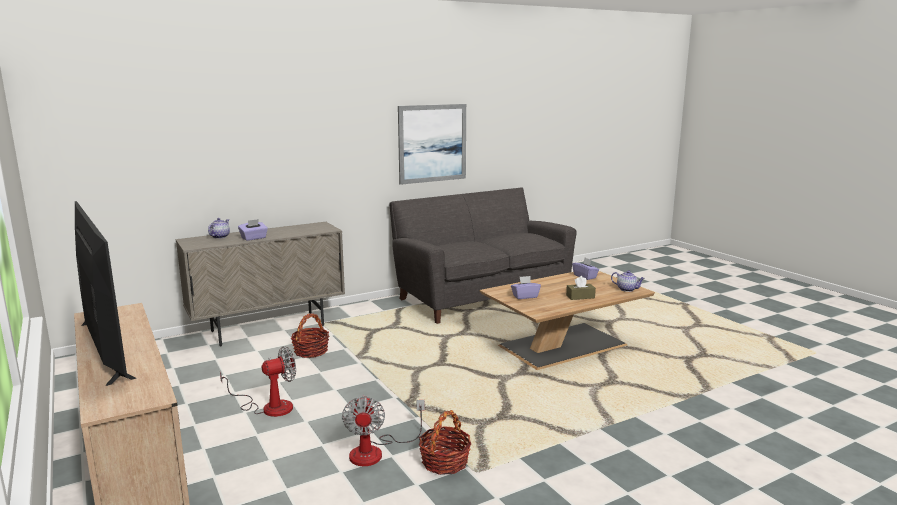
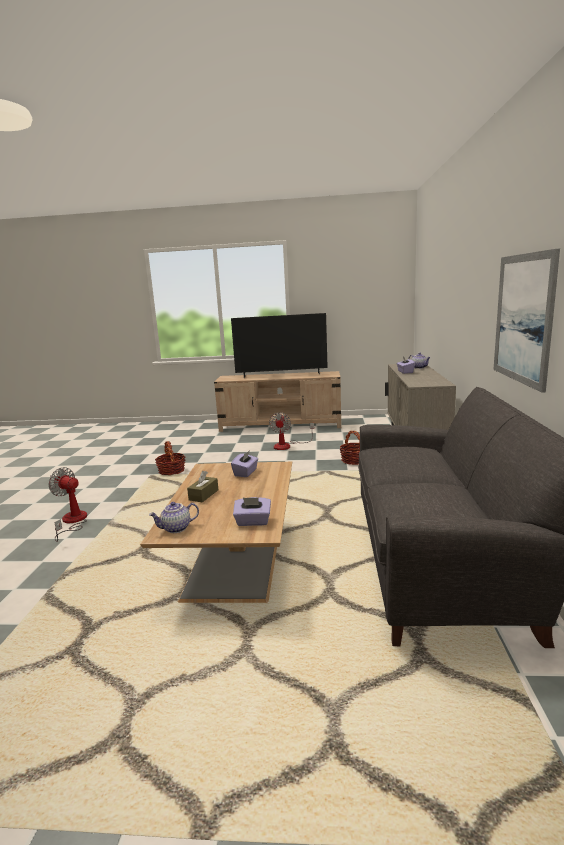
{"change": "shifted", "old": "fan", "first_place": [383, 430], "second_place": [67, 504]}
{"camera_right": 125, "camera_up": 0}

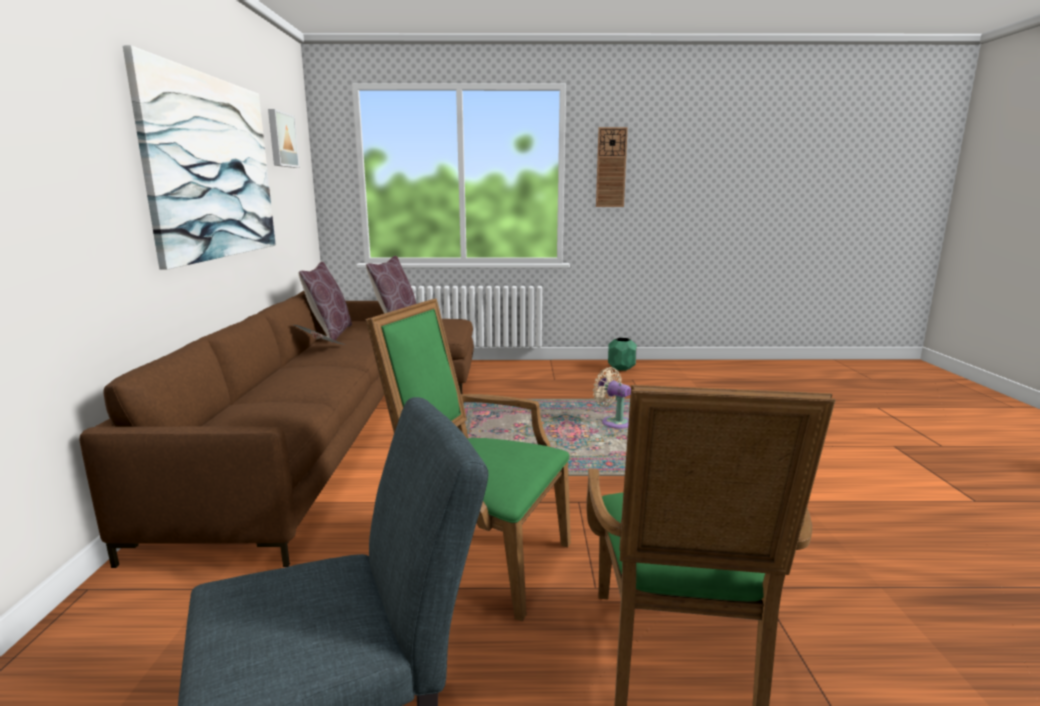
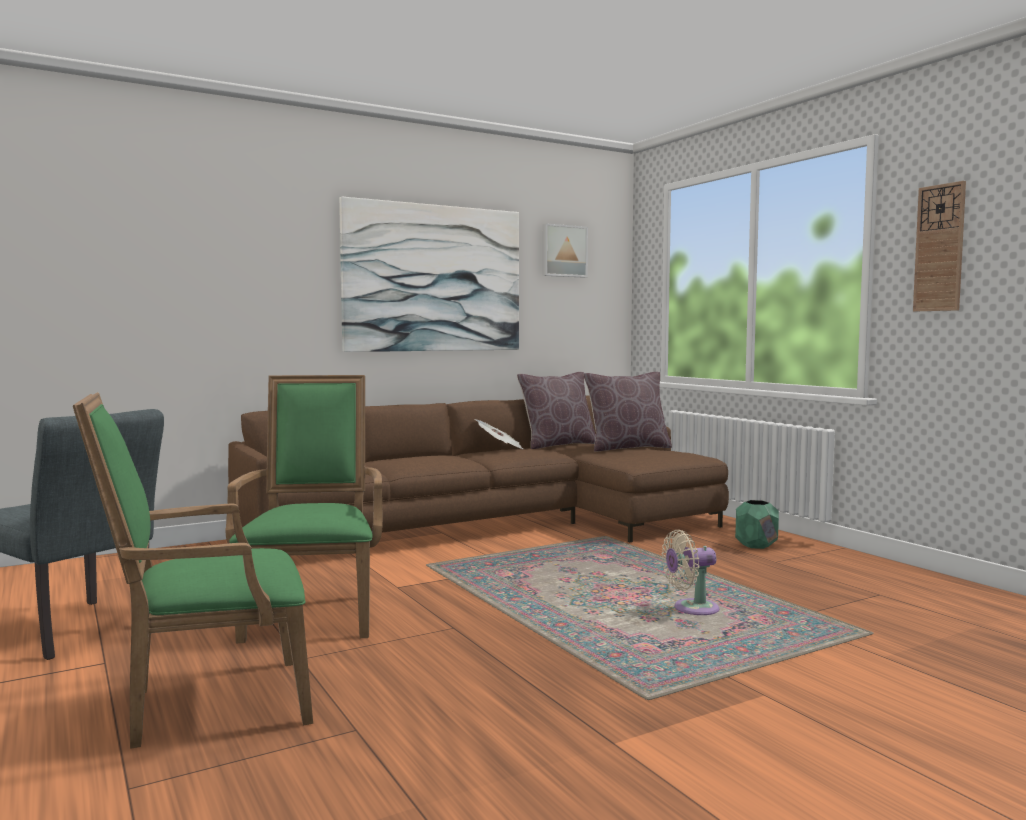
{"change": "shifted", "old": "green planter", "first_place": [622, 354], "second_place": [757, 524]}
{"change": "rotated", "old": "beige fan", "first_place": [612, 398], "second_place": [690, 572], "degrees": -120}
{"camera_right": 60, "camera_up": -10}

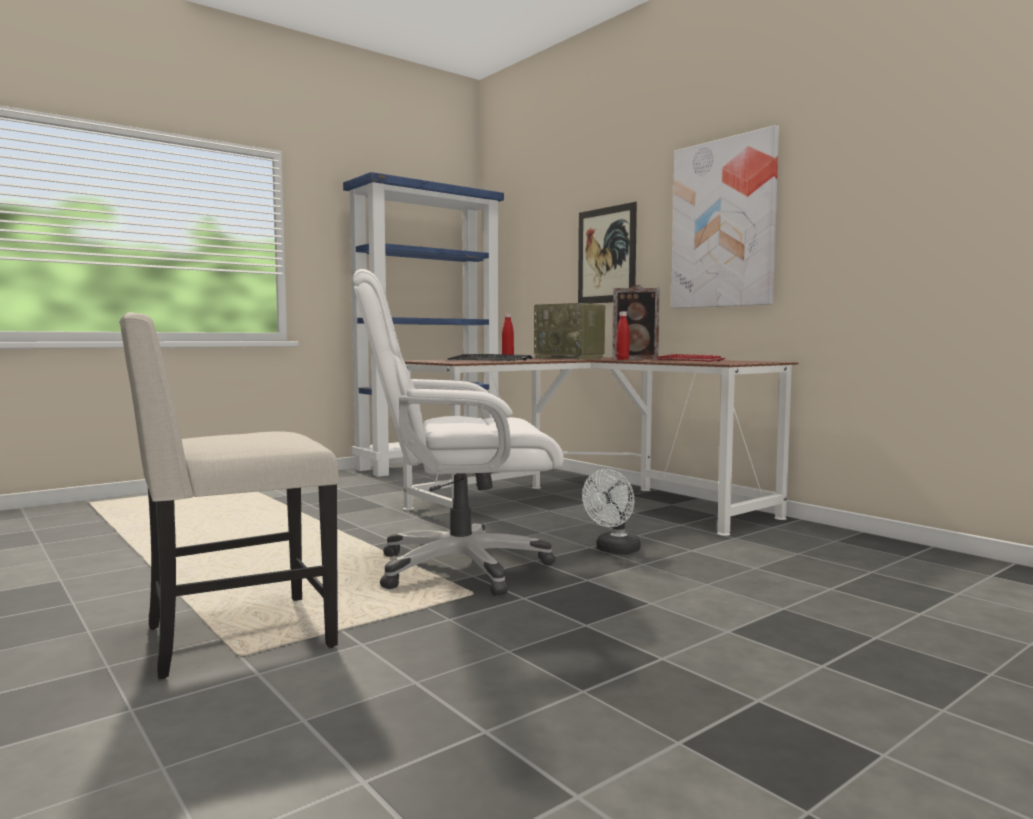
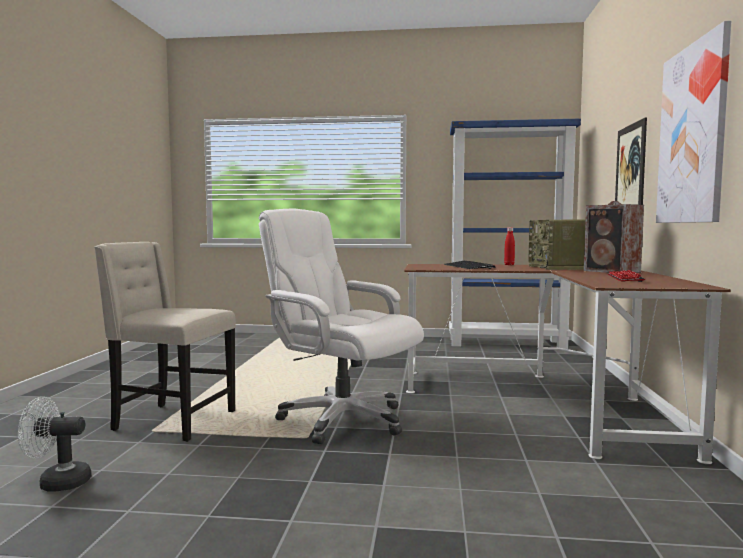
{"change": "gone", "old": "red bottle", "first_place": [622, 335]}
{"change": "shifted", "old": "white fan", "first_place": [611, 511], "second_place": [54, 444]}
{"camera_right": 45, "camera_up": 0}

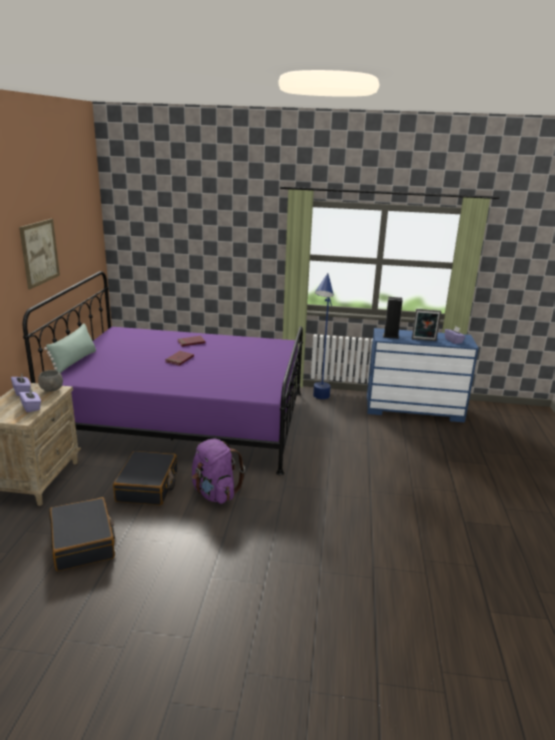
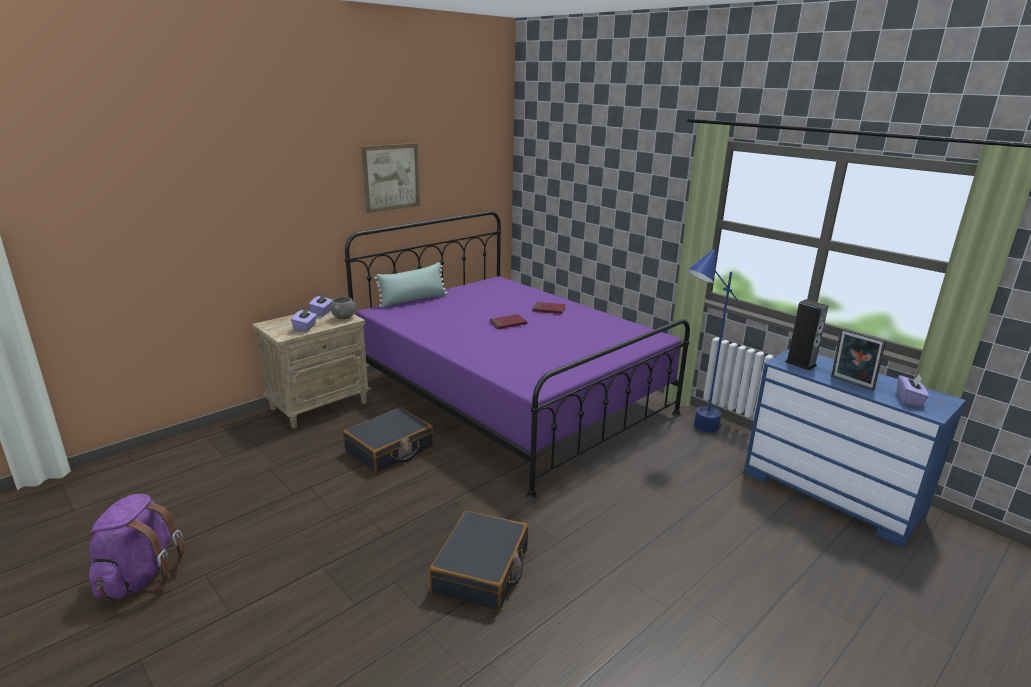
{"change": "shifted", "old": "purple backpack", "first_place": [218, 471], "second_place": [137, 546]}
{"change": "shifted", "old": "black suitcase", "first_place": [82, 534], "second_place": [478, 561]}
{"camera_right": 40, "camera_up": 0}

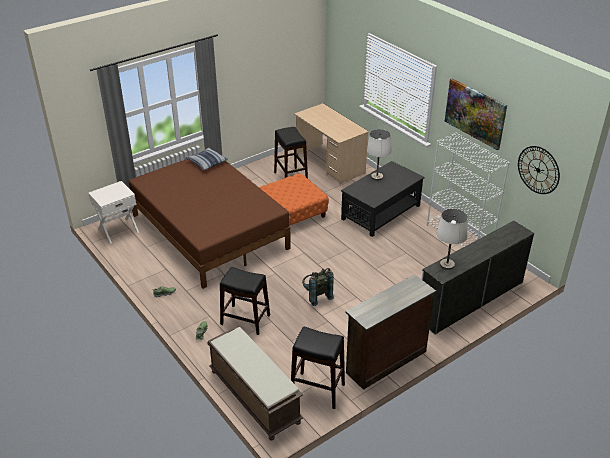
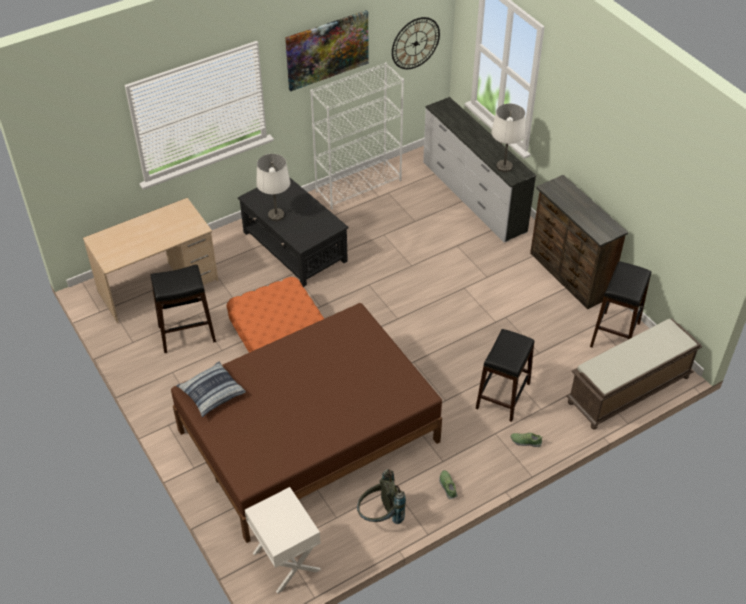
{"change": "shifted", "old": "grey backpack", "first_place": [318, 287], "second_place": [381, 496]}
{"camera_right": -85, "camera_up": 10}

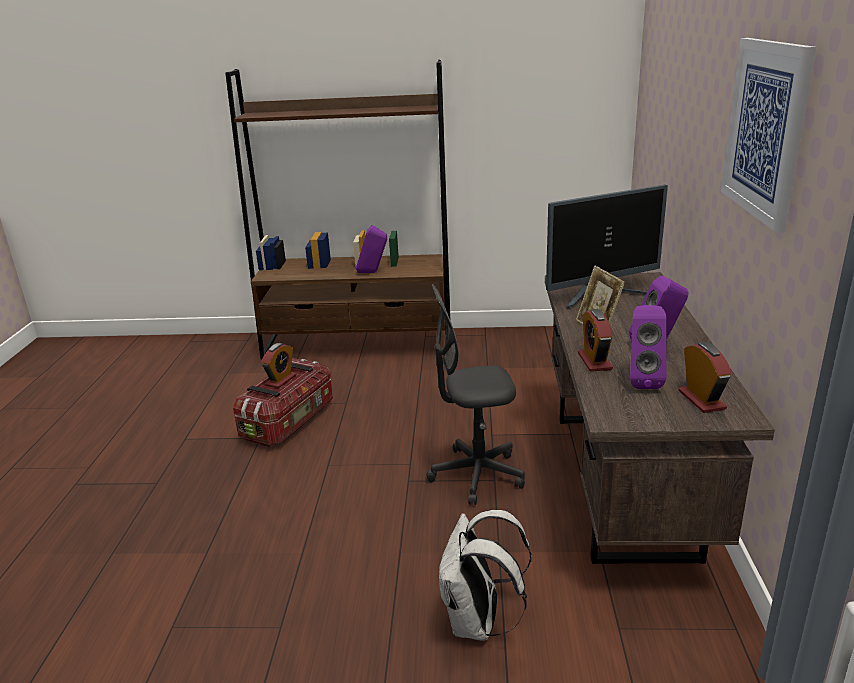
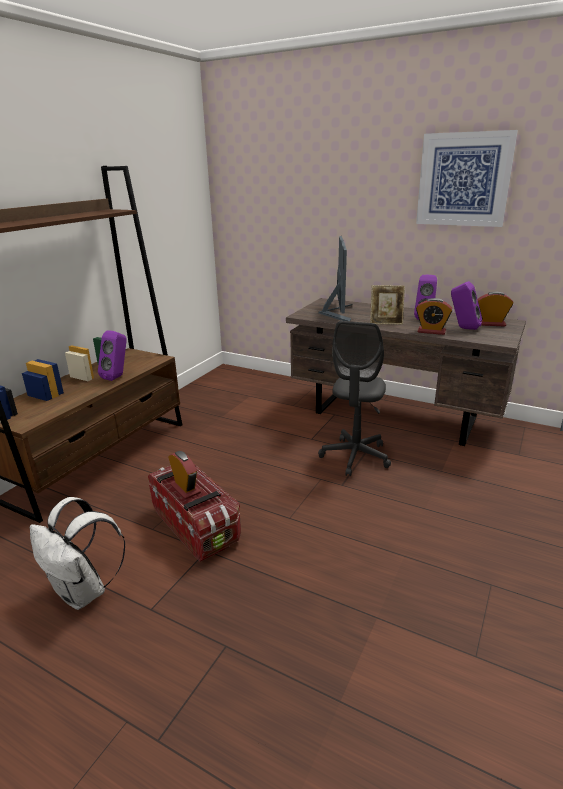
{"change": "shifted", "old": "white backpack", "first_place": [485, 575], "second_place": [78, 553]}
{"camera_right": -65, "camera_up": 0}

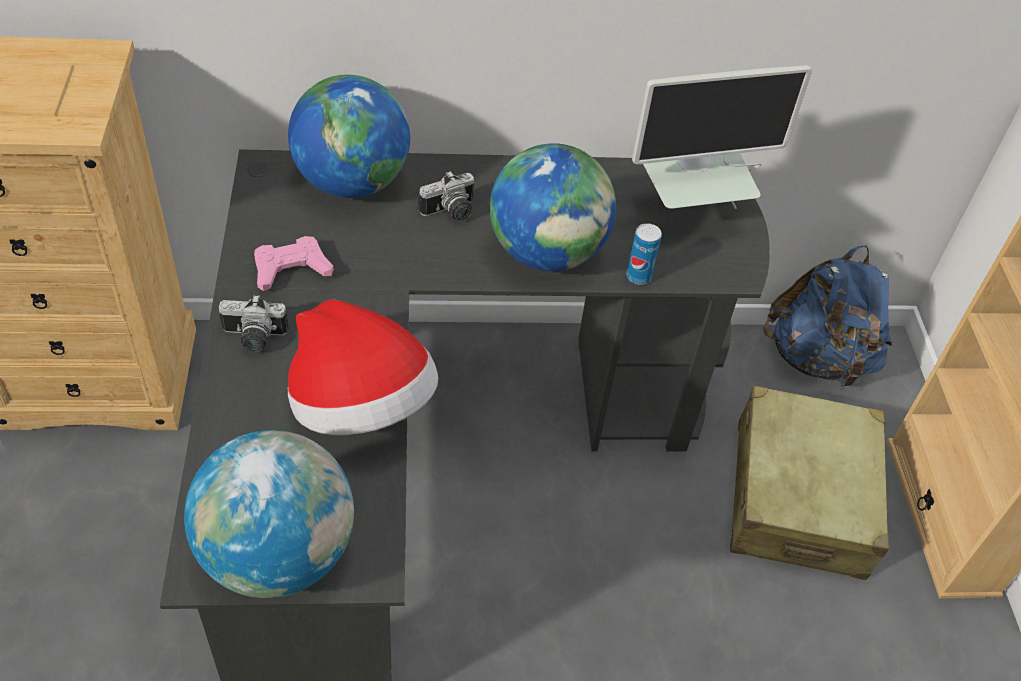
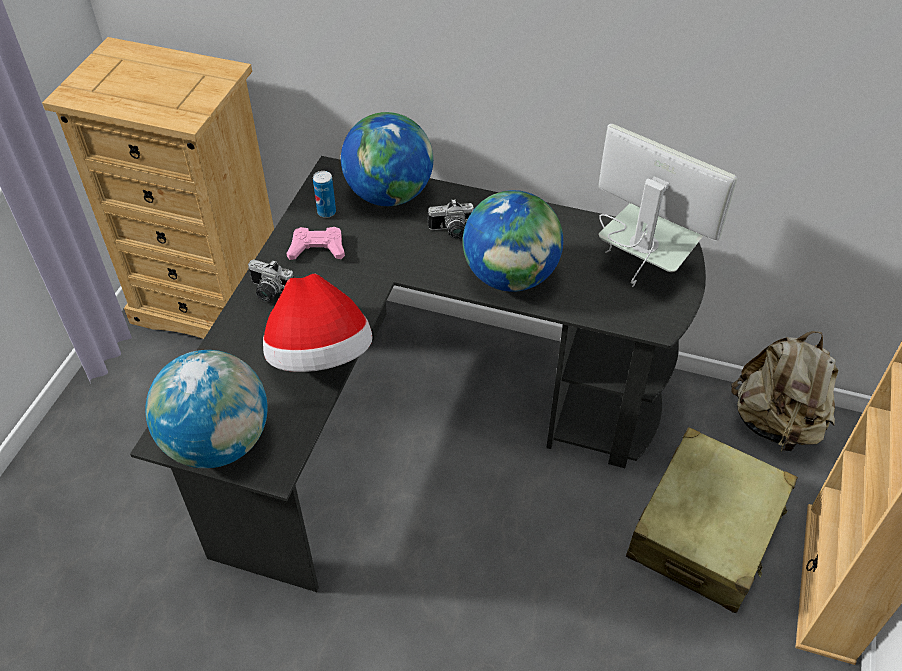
{"change": "rotated", "old": "monitor", "first_place": [722, 137], "second_place": [667, 205], "degrees": -150}
{"change": "shifted", "old": "can", "first_place": [644, 254], "second_place": [324, 194]}
{"change": "repainted", "old": "blue backpack", "new": "beige backpack", "first_place": [827, 317], "second_place": [784, 391]}
{"camera_right": 25, "camera_up": 0}

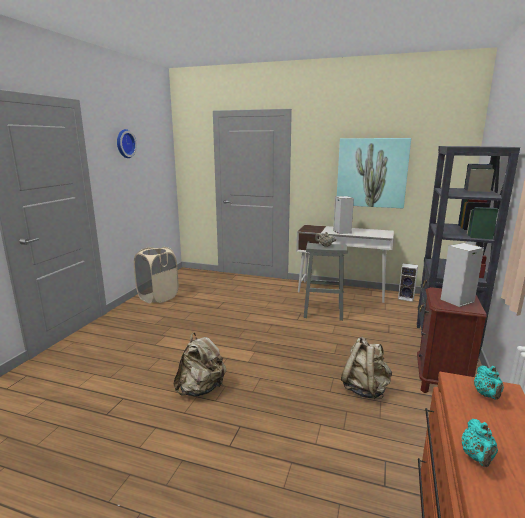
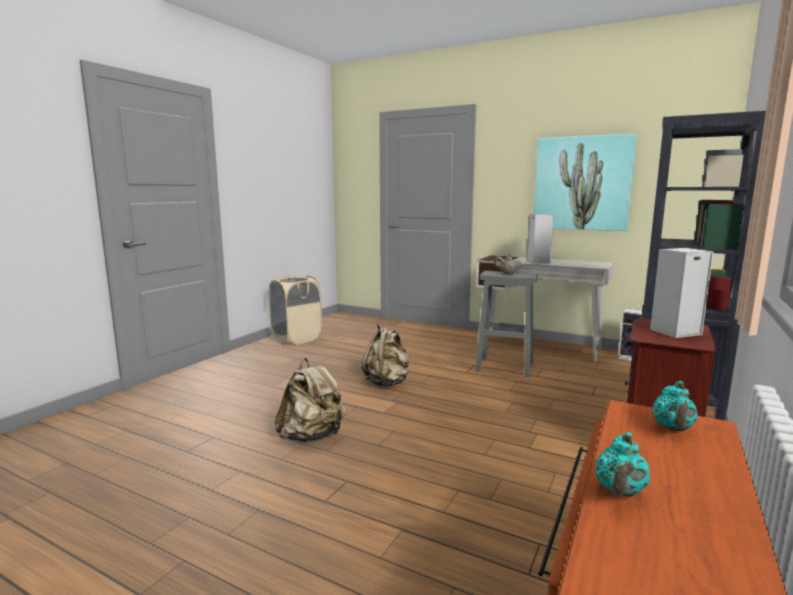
{"change": "gone", "old": "wall clock", "first_place": [127, 143]}
{"change": "shifted", "old": "beige backpack", "first_place": [366, 368], "second_place": [385, 354]}
{"camera_right": 10, "camera_up": -5}

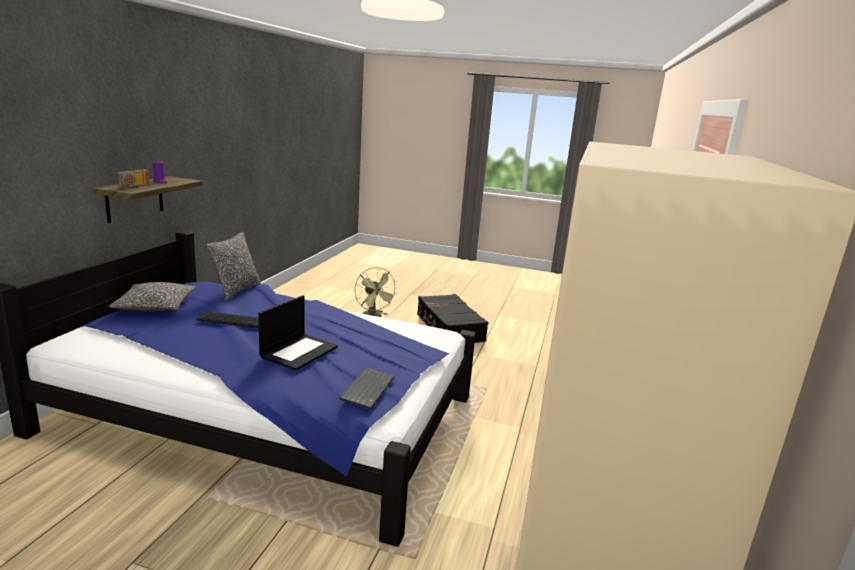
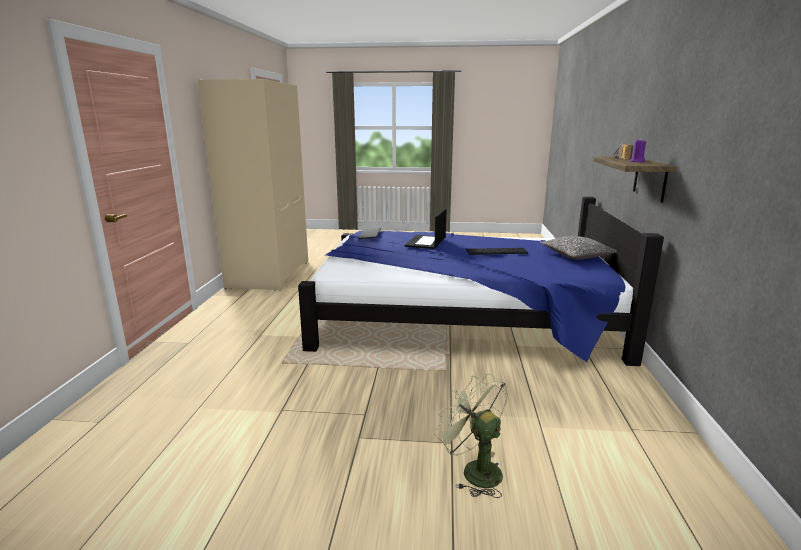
{"change": "gone", "old": "pillow", "first_place": [233, 266]}
{"change": "gone", "old": "black suitcase", "first_place": [453, 318]}
{"camera_right": 170, "camera_up": 0}

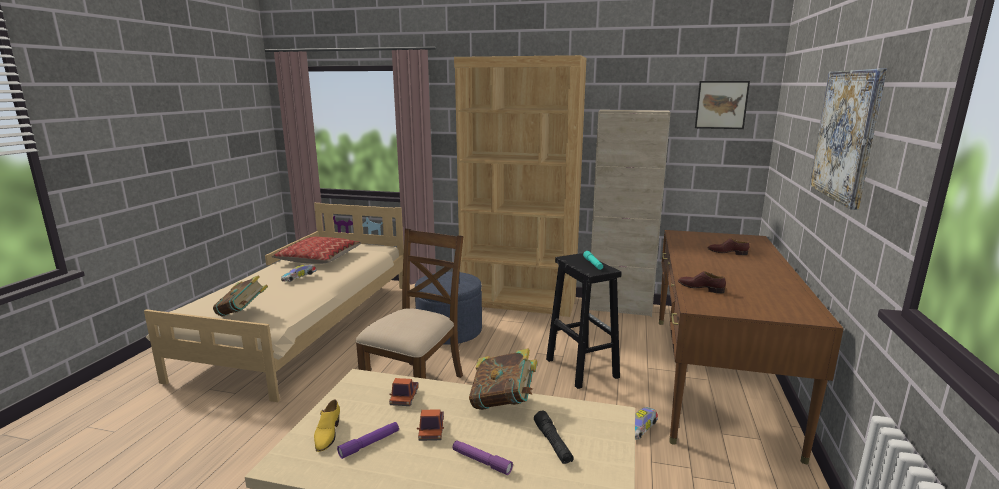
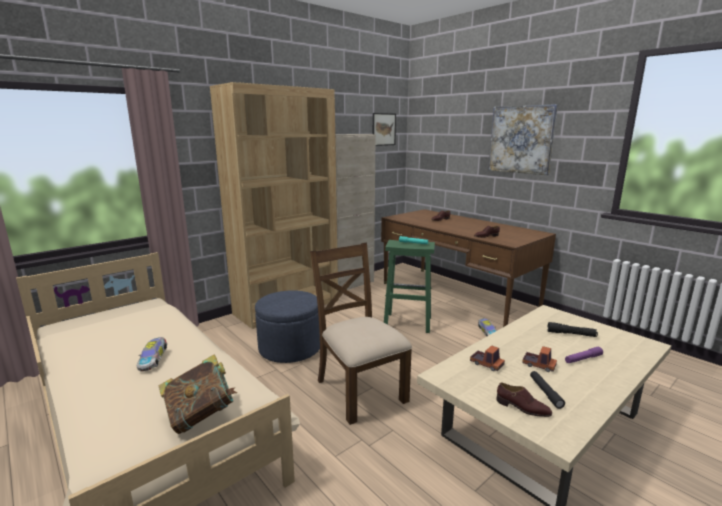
{"change": "gone", "old": "pillow", "first_place": [316, 250]}
{"change": "repainted", "old": "black stool", "new": "green stool", "first_place": [583, 321], "second_place": [409, 286]}
{"change": "gone", "old": "book", "first_place": [503, 379]}
{"change": "repainted", "old": "yellow shoe", "new": "brown shoe", "first_place": [327, 426], "second_place": [524, 399]}
{"change": "repainted", "old": "purple flashlight", "new": "black flashlight", "first_place": [368, 440], "second_place": [547, 390]}
{"camera_right": -55, "camera_up": 0}

